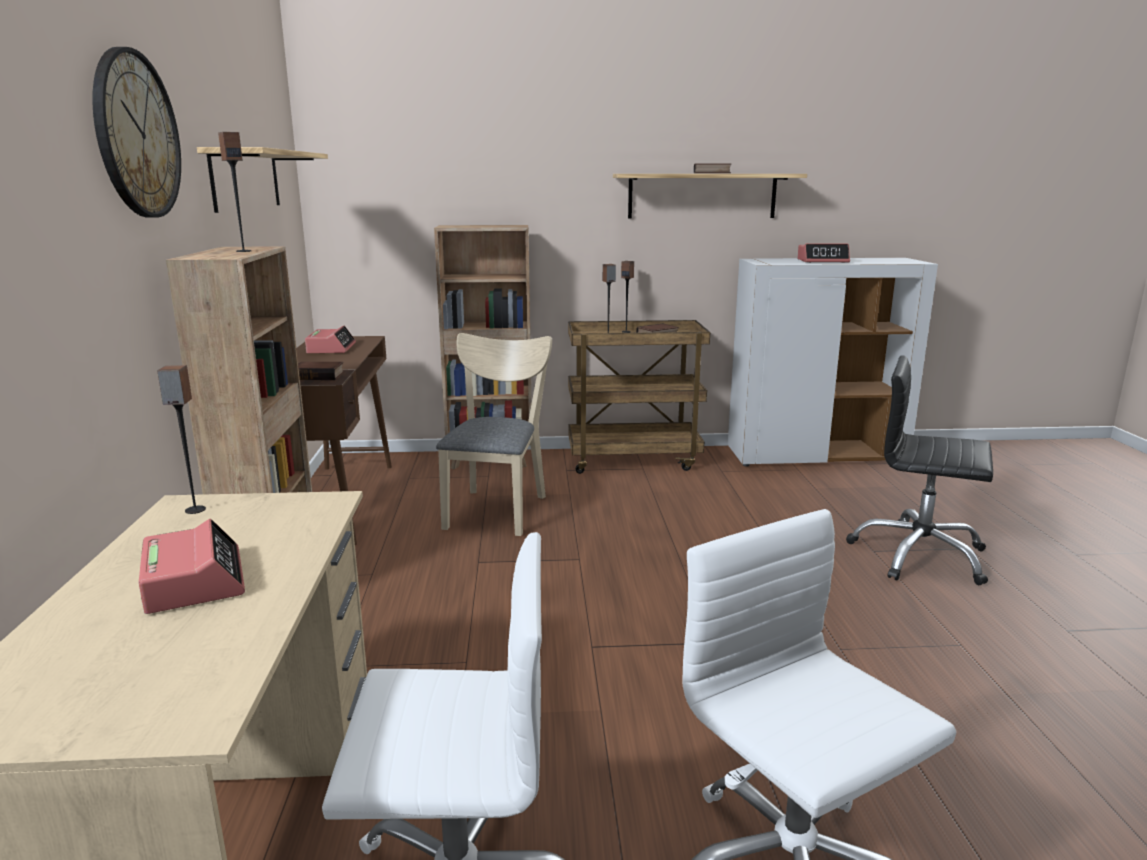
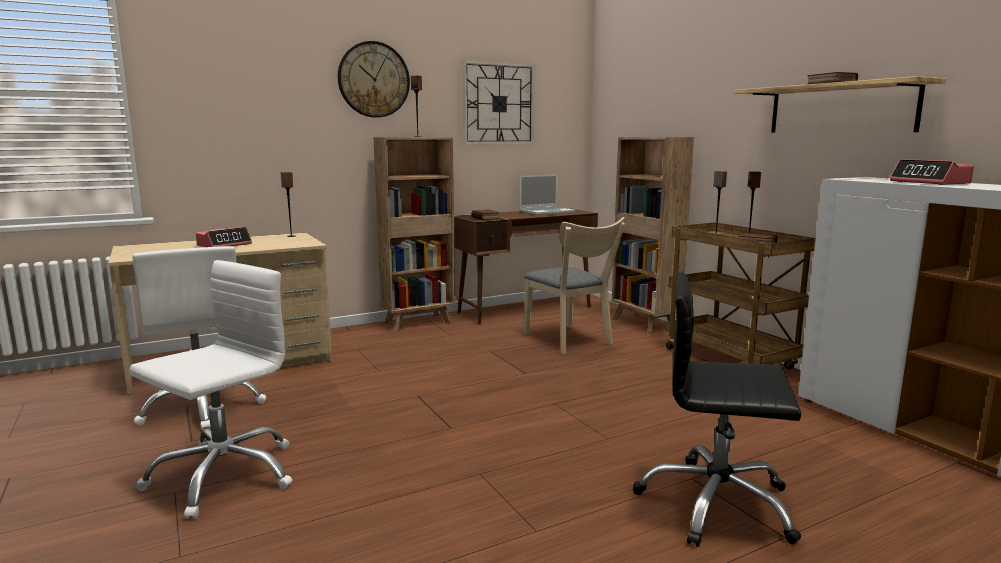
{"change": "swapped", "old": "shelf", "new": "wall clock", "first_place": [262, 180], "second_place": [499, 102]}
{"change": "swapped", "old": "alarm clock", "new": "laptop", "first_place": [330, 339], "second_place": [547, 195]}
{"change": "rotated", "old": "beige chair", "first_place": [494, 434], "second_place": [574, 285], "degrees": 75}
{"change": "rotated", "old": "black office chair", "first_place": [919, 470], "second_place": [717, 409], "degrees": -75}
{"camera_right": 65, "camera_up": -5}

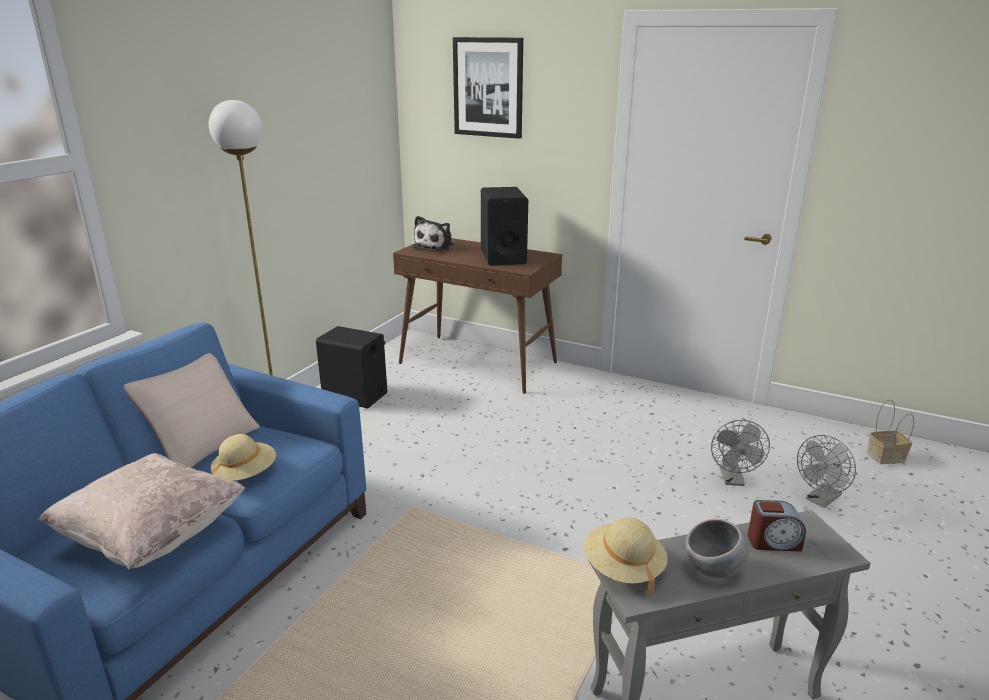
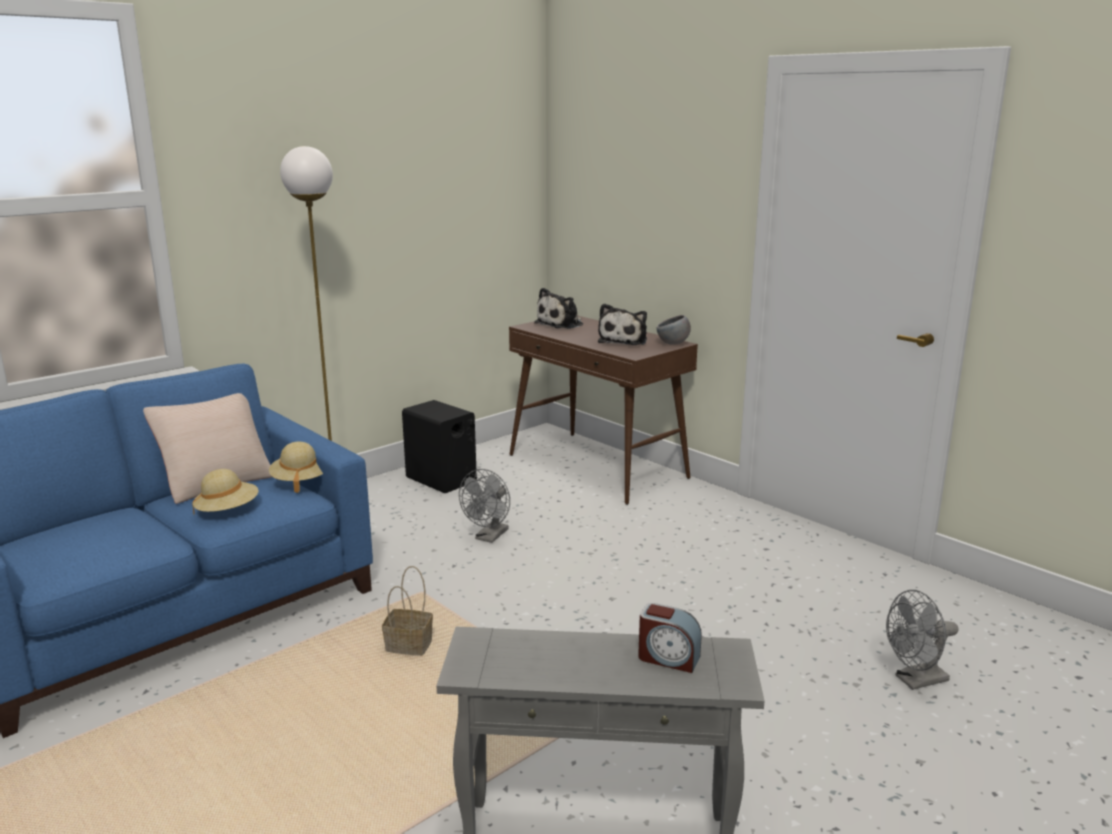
{"change": "gone", "old": "picture", "first_place": [488, 88]}
{"change": "swapped", "old": "black speaker", "new": "plush toy", "first_place": [504, 226], "second_place": [622, 324]}
{"change": "shifted", "old": "basket", "first_place": [890, 431], "second_place": [407, 611]}
{"change": "shifted", "old": "grey fan", "first_place": [740, 453], "second_place": [484, 506]}
{"change": "gone", "old": "beige pillow", "first_place": [141, 511]}
{"change": "shifted", "old": "beige hat", "first_place": [626, 555], "second_place": [296, 467]}
{"change": "shifted", "old": "grey bowl", "first_place": [717, 548], "second_place": [674, 330]}
{"camera_right": 20, "camera_up": -5}

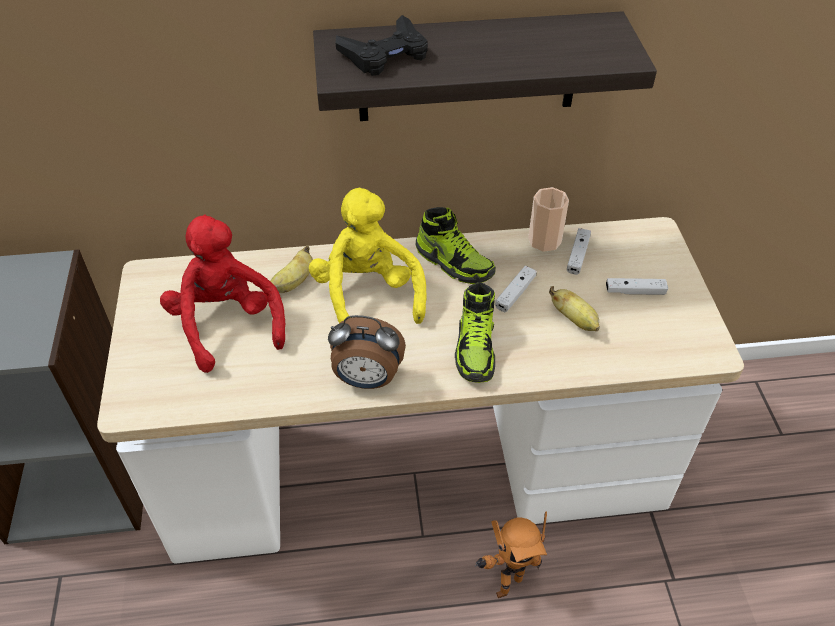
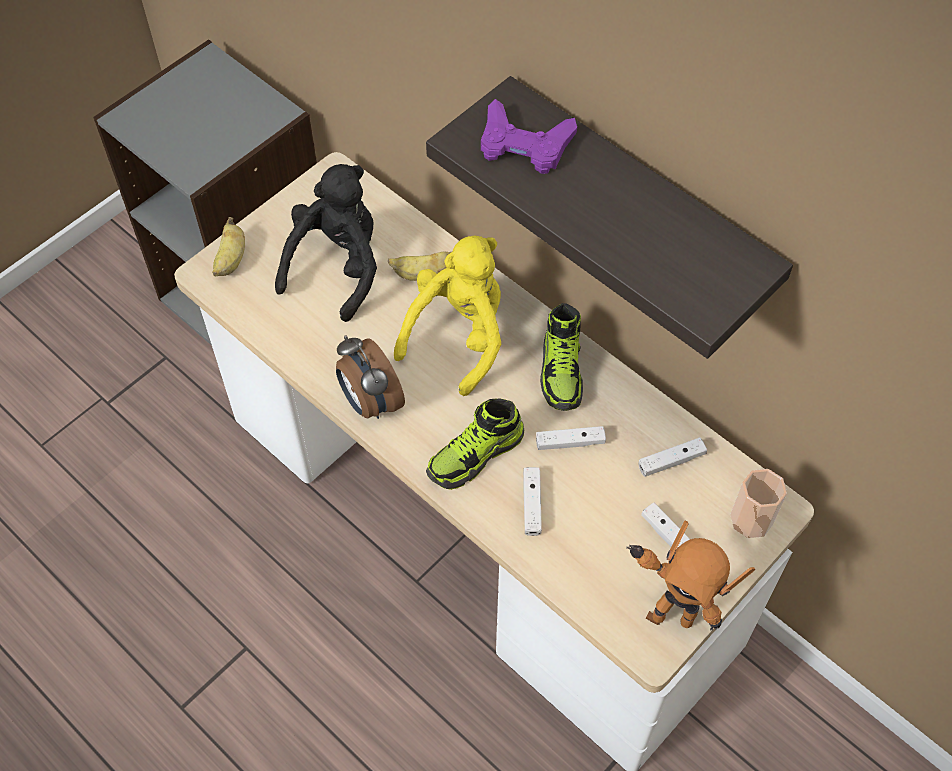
{"change": "repainted", "old": "black game controller", "new": "purple game controller", "first_place": [382, 45], "second_place": [529, 136]}
{"change": "shifted", "old": "cup", "first_place": [548, 219], "second_place": [758, 503]}
{"change": "repainted", "old": "red plush toy", "new": "black plush toy", "first_place": [222, 294], "second_place": [326, 243]}
{"change": "shifted", "old": "banana", "first_place": [574, 308], "second_place": [228, 246]}
{"change": "shifted", "old": "toy robot", "first_place": [511, 554], "second_place": [690, 576]}
{"change": "new", "new": "white game controller", "second_place": [532, 501]}
{"camera_right": 50, "camera_up": 10}

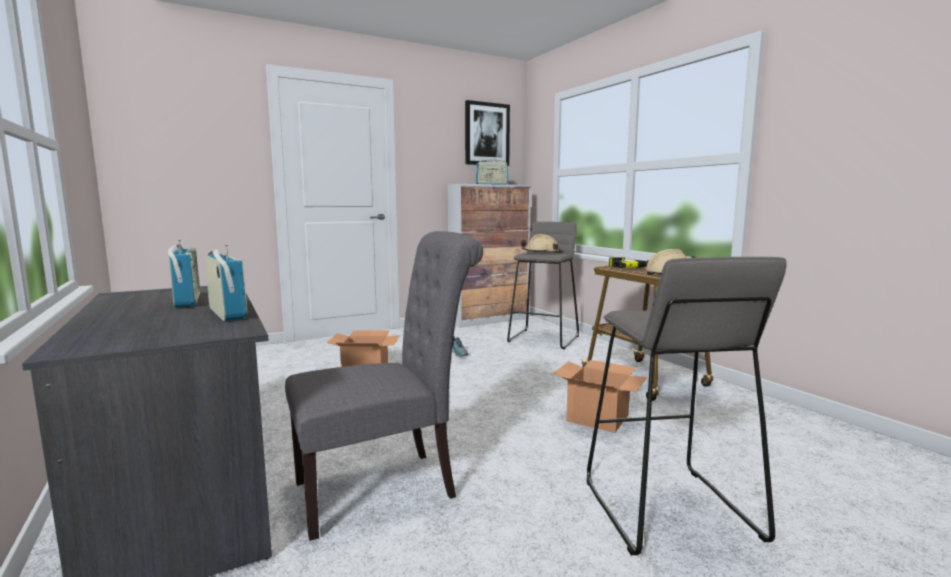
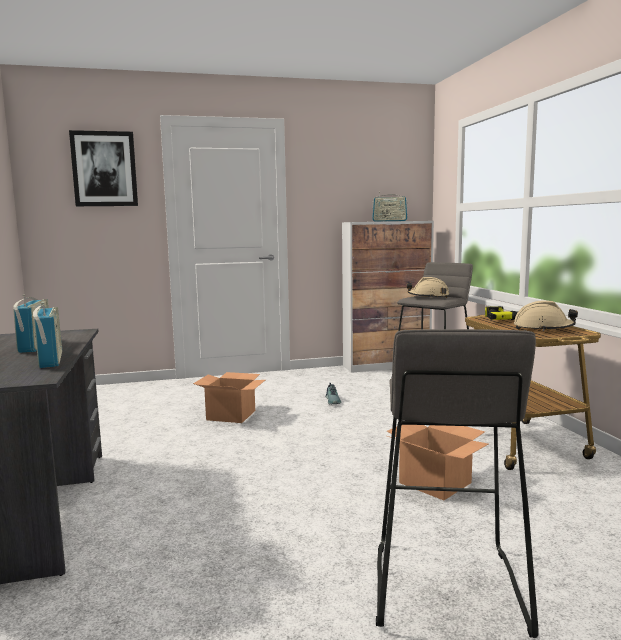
{"change": "shifted", "old": "picture", "first_place": [487, 133], "second_place": [103, 168]}
{"change": "gone", "old": "grey chair", "first_place": [384, 386]}
{"camera_right": 15, "camera_up": 0}

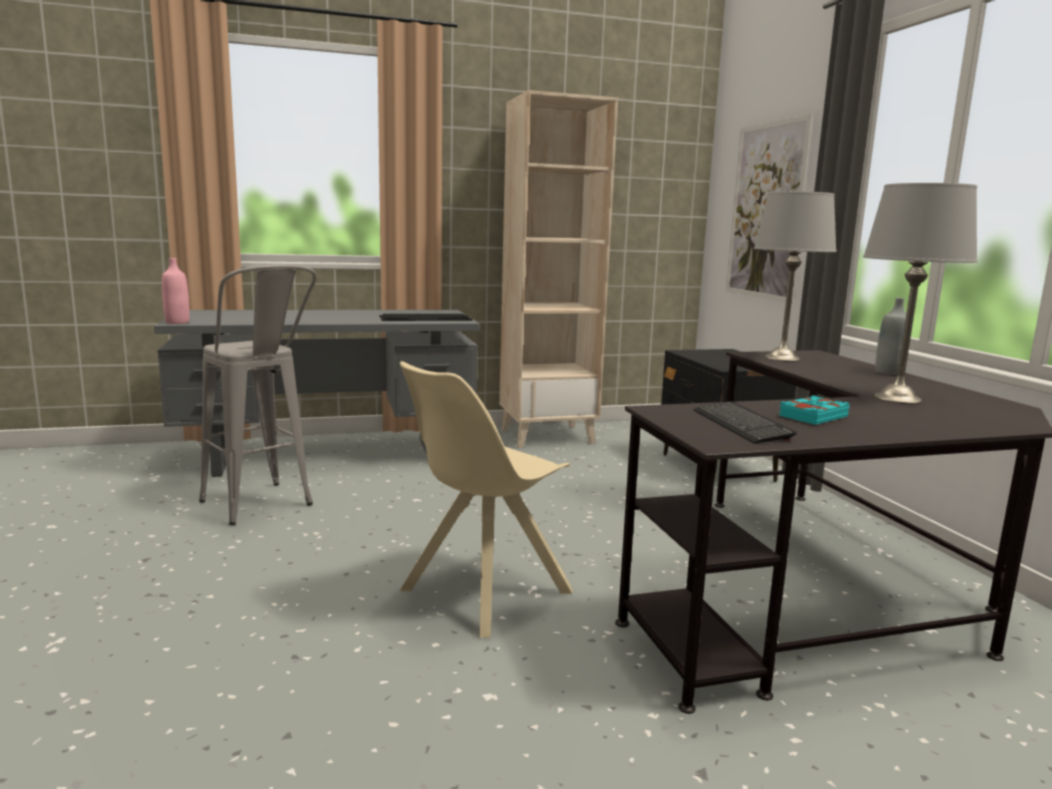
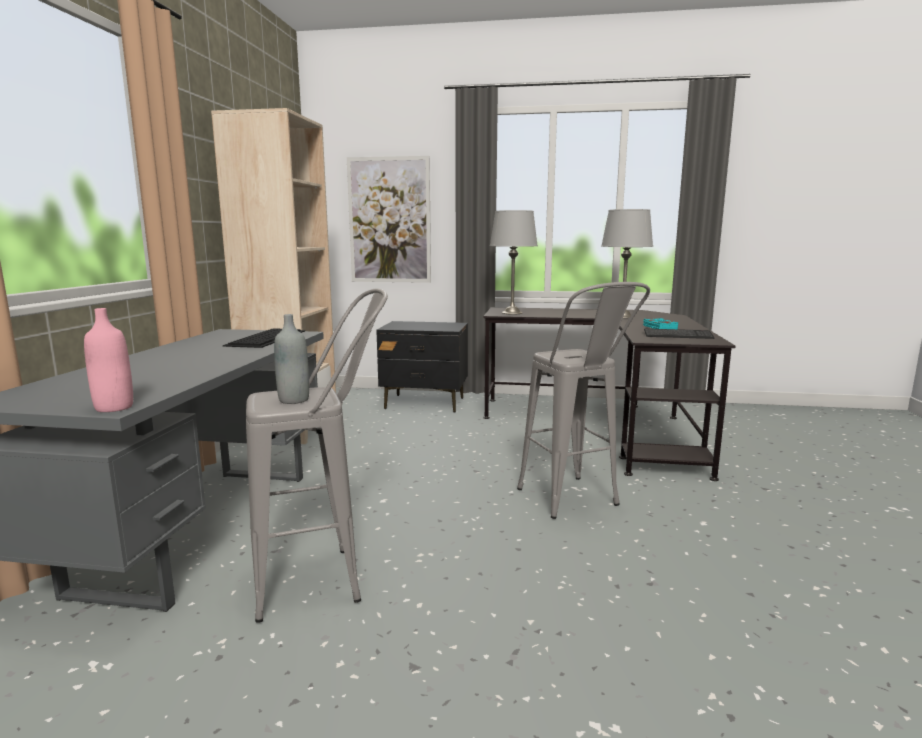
{"change": "shifted", "old": "grey bottle", "first_place": [890, 336], "second_place": [291, 359]}
{"change": "swapped", "old": "beige chair", "new": "grey stool", "first_place": [486, 499], "second_place": [583, 400]}
{"camera_right": -65, "camera_up": 0}

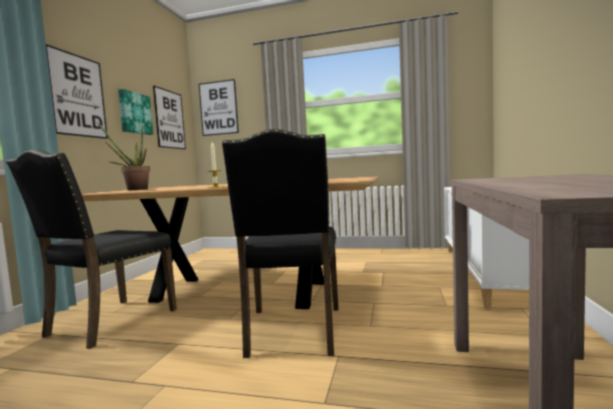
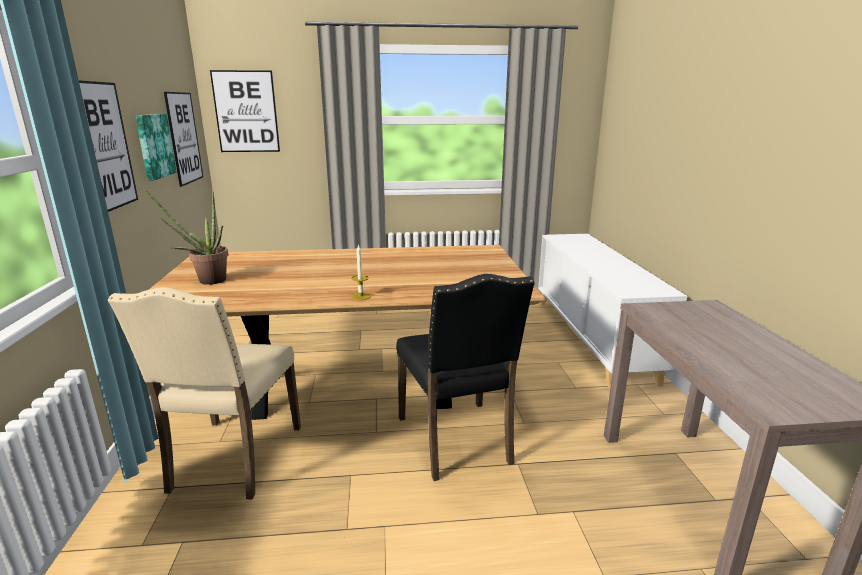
{"change": "repainted", "old": "black chair", "new": "beige chair", "first_place": [91, 249], "second_place": [204, 393]}
{"camera_right": -20, "camera_up": 15}

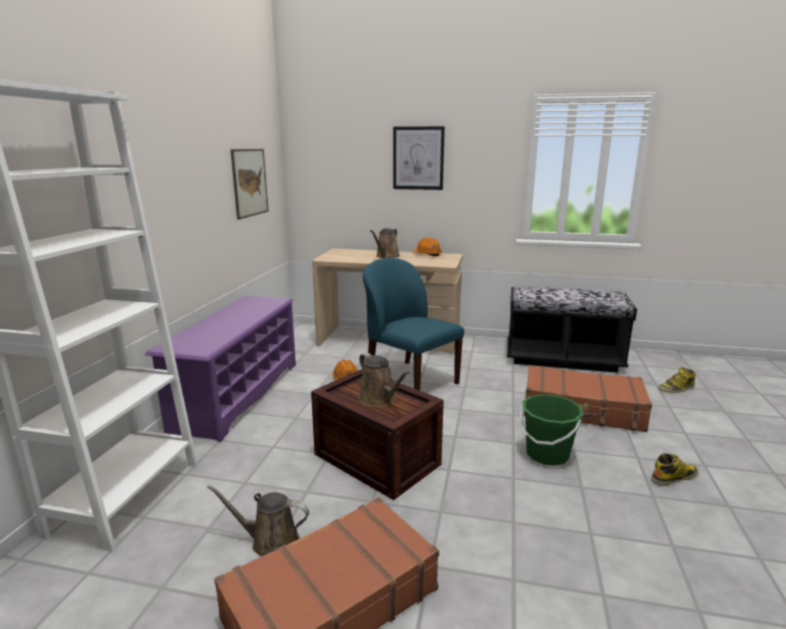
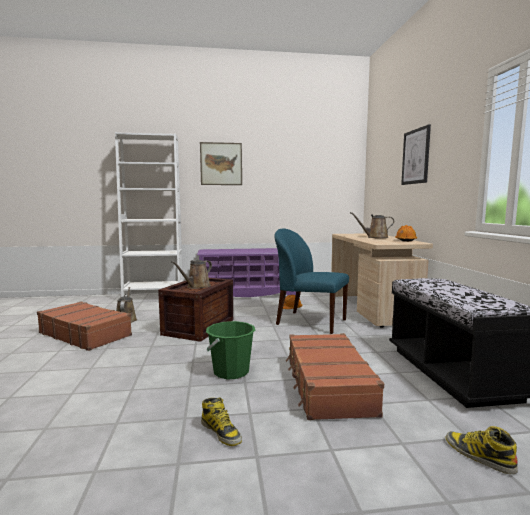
{"change": "shifted", "old": "picture", "first_place": [249, 184], "second_place": [221, 163]}
{"change": "rotated", "old": "blue chair", "first_place": [413, 324], "second_place": [311, 281], "degrees": -90}
{"camera_right": 70, "camera_up": -10}

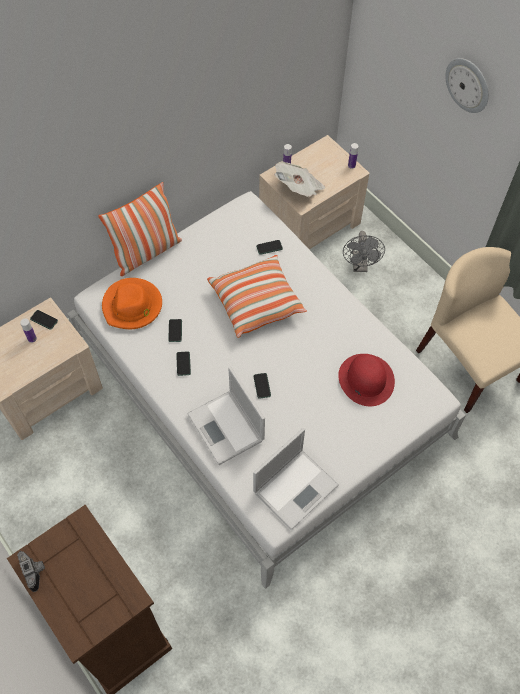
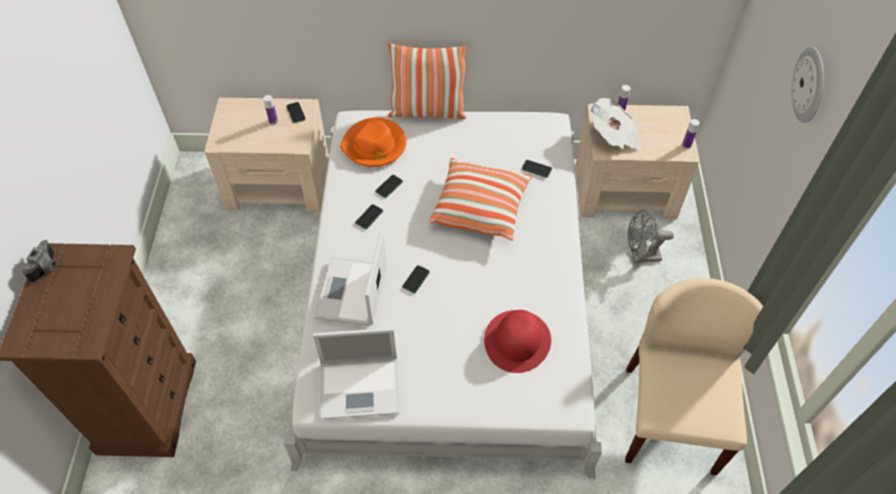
{"change": "rotated", "old": "grey fan", "first_place": [364, 251], "second_place": [651, 236], "degrees": 45}
{"camera_right": 40, "camera_up": -5}

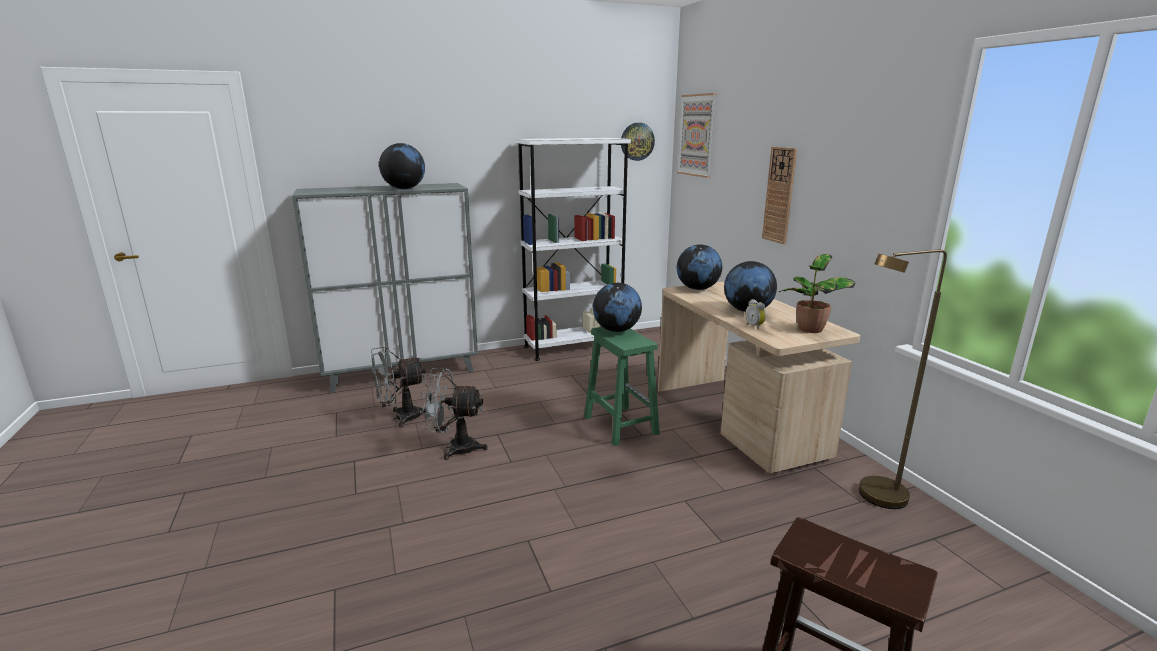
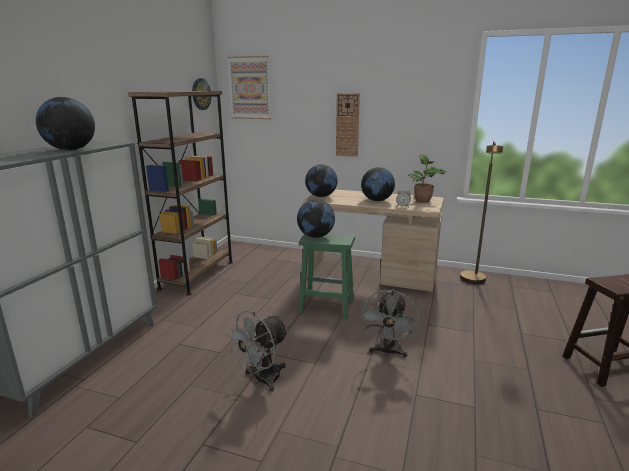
{"change": "repainted", "old": "white bookcase", "new": "brown bookcase", "first_place": [573, 249], "second_place": [180, 193]}
{"change": "shifted", "old": "grey fan", "first_place": [398, 387], "second_place": [390, 323]}
{"camera_right": -50, "camera_up": 0}

